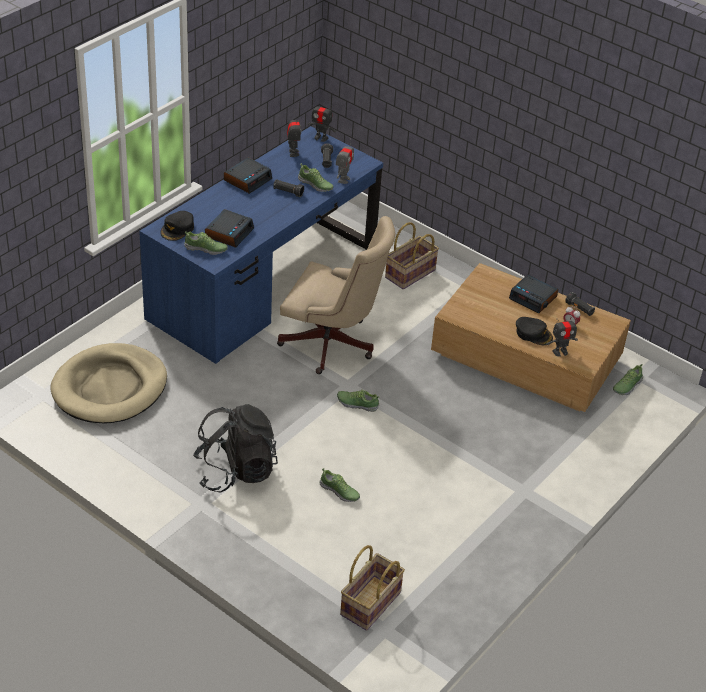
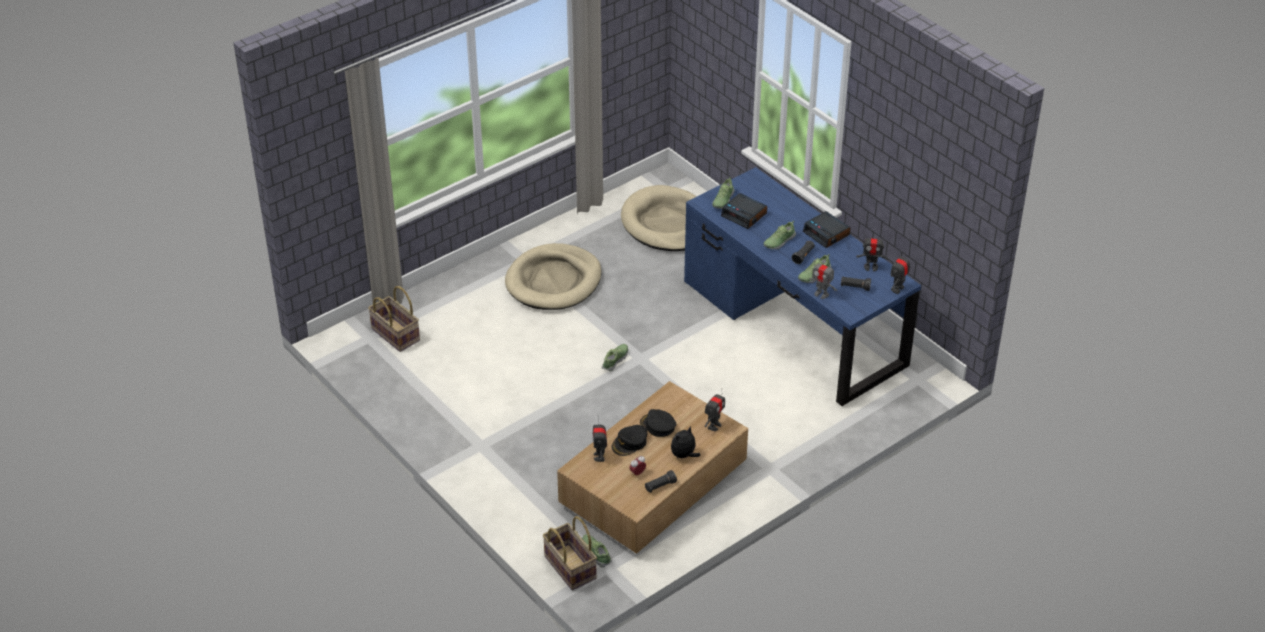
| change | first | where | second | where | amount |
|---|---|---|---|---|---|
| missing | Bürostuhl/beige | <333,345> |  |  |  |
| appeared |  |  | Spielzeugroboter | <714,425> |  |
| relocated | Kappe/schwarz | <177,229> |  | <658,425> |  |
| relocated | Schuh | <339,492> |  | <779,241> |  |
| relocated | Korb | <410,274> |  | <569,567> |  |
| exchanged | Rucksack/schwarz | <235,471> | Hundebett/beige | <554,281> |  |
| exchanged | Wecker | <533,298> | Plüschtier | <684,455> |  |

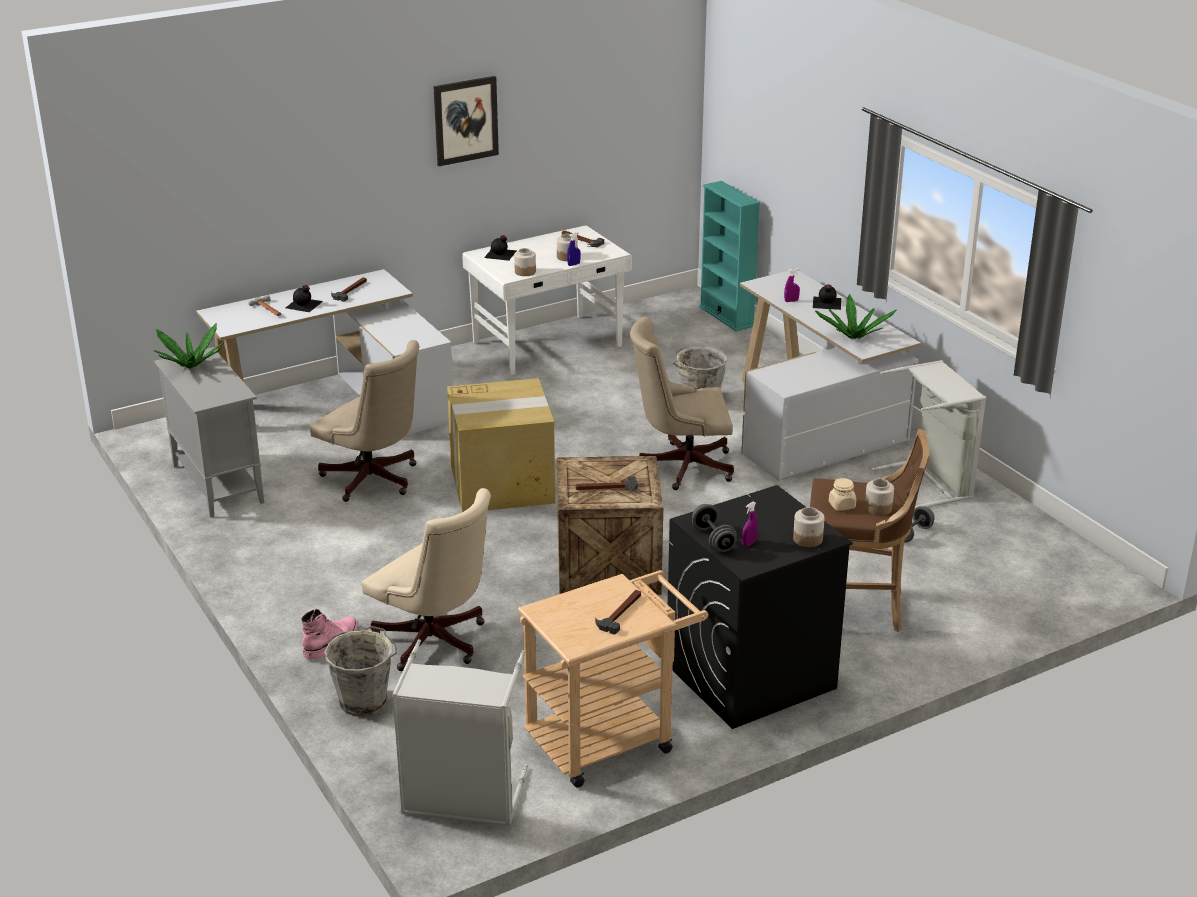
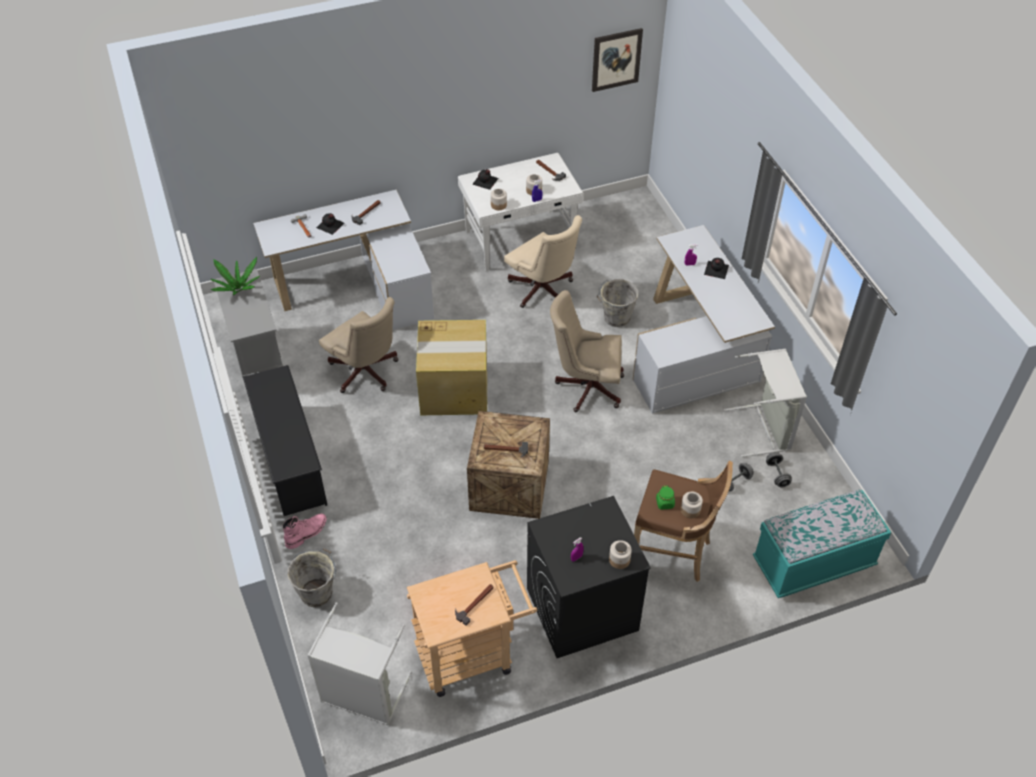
| change | first | where | second | where | amount |
|---|---|---|---|---|---|
| missing | Bücherregal/türkis | <726,316> |  |  |  |
| missing | Topfpflanze | <853,336> |  |  |  |
| appeared |  |  | Schuhregal/schwarz | <290,460> |  |
| appeared |  |  | Bank/türkis | <813,564> |  |
| relocated | Bürostuhl/beige | <435,644> |  | <543,291> |  |
| relocated | Bild | <465,120> |  | <616,59> |  |
| relocated | Hantel/grau | <713,539> |  | <777,474> |  |
| colour | Vorratsglas/beige | <842,505> | Vorratsglas/grün | <665,503> |  |

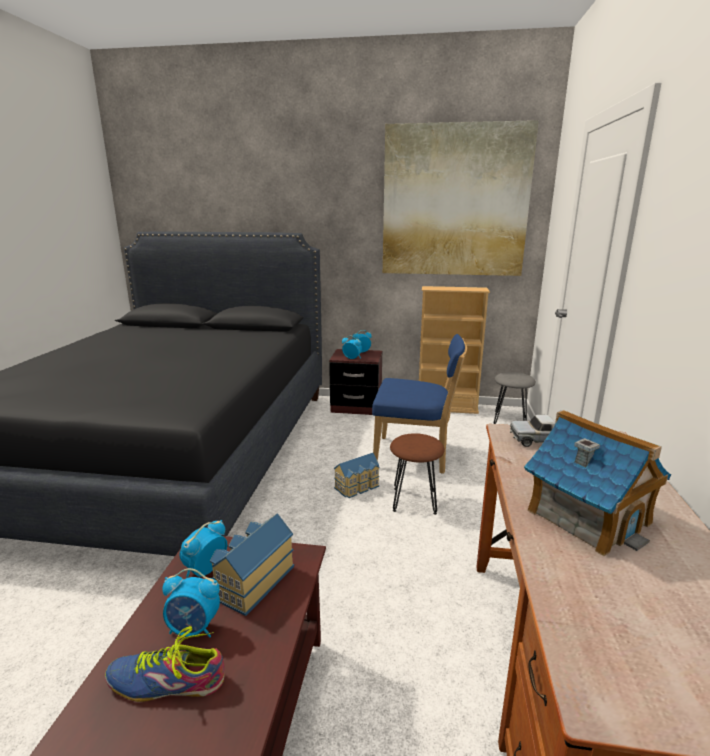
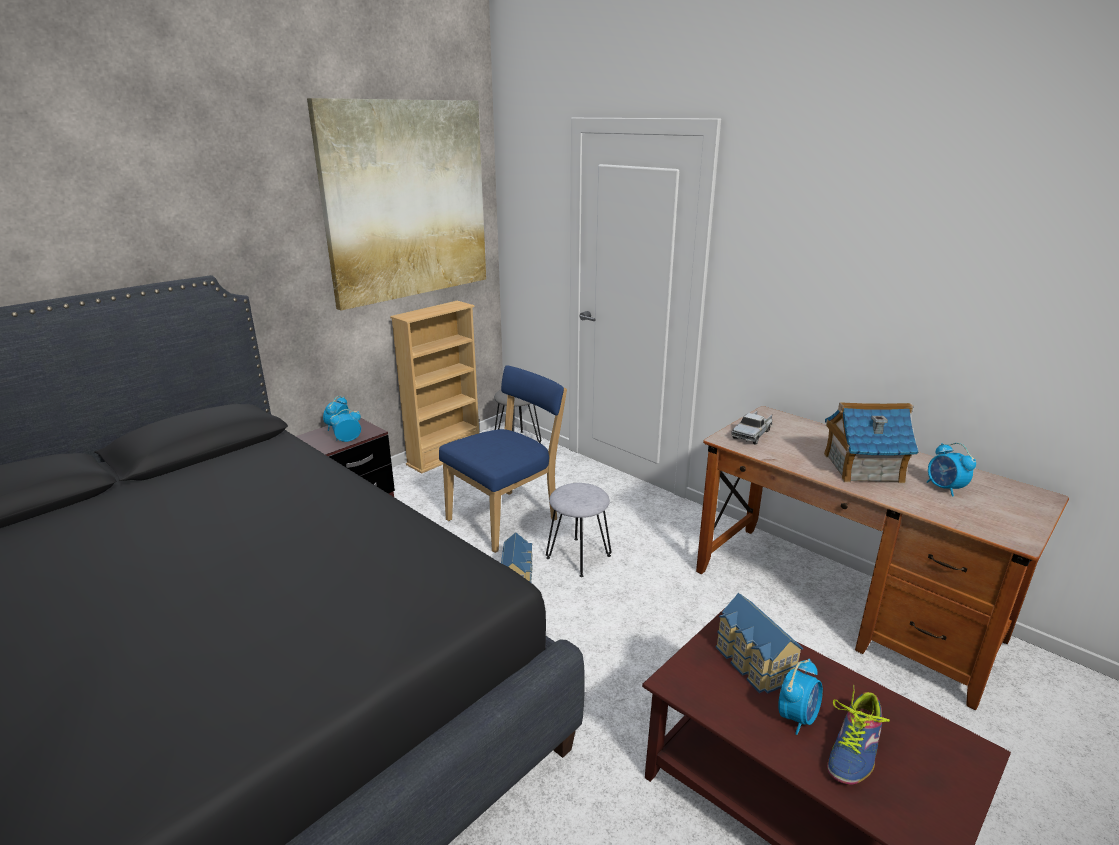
| change | first | where | second | where | amount |
|---|---|---|---|---|---|
| relocated | Wecker | <205,570> |  | <944,488> |  |
| colour | Hocker/braun | <415,500> | Hocker/grau | <579,556> |  |

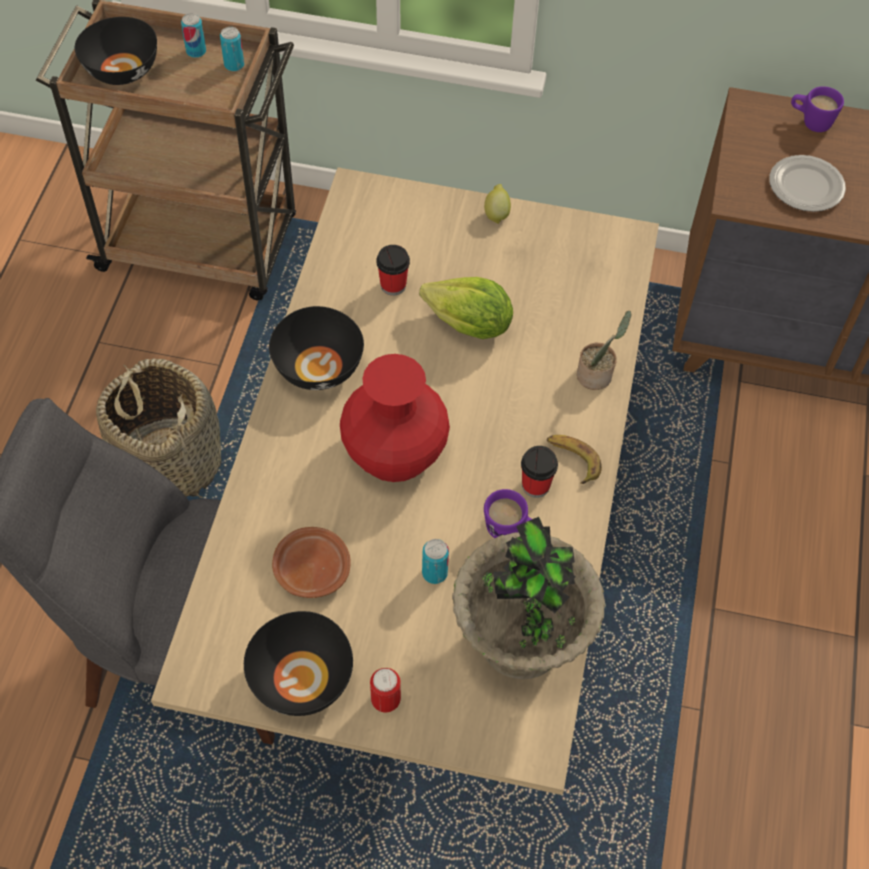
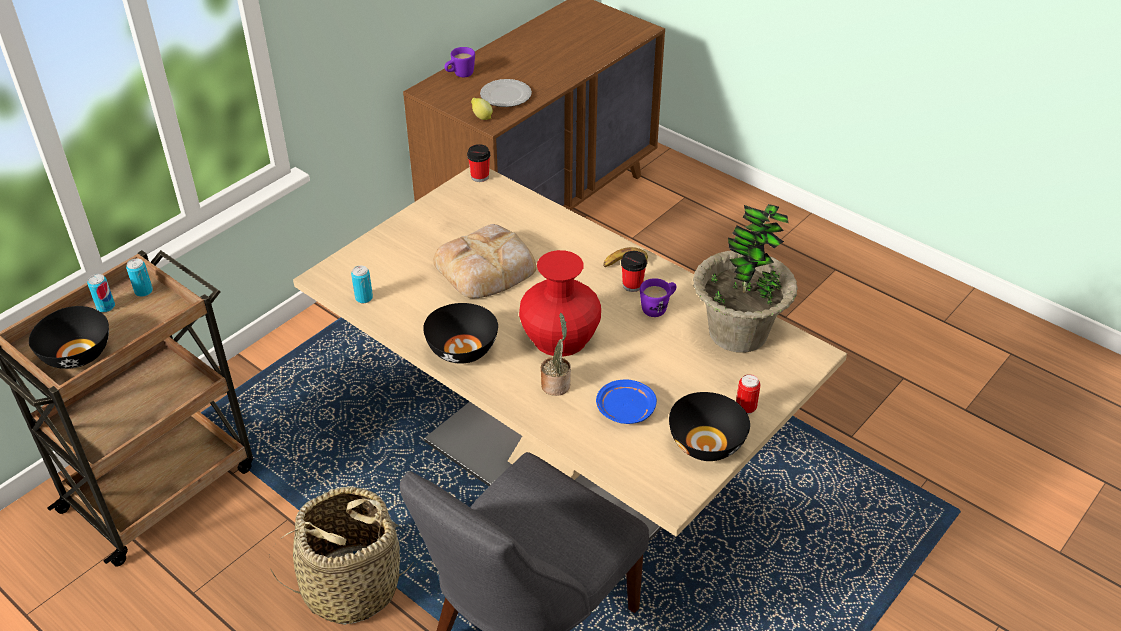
| change | first | where | second | where | amount |
|---|---|---|---|---|---|
| relocated | Tasse | <393,285> |  | <480,176> |  |
| relocated | Dose | <434,573> |  | <364,298> |  |
| relocated | Zitrone | <496,214> |  | <481,117> |  |
| relocated | Topfpflanze | <597,375> |  | <556,383> |  |
| exchanged | Salatkopf | <469,325> | Brot | <487,268> |  |
| colour | Teller/braun | <311,568> | Teller/blau | <625,409> |  |

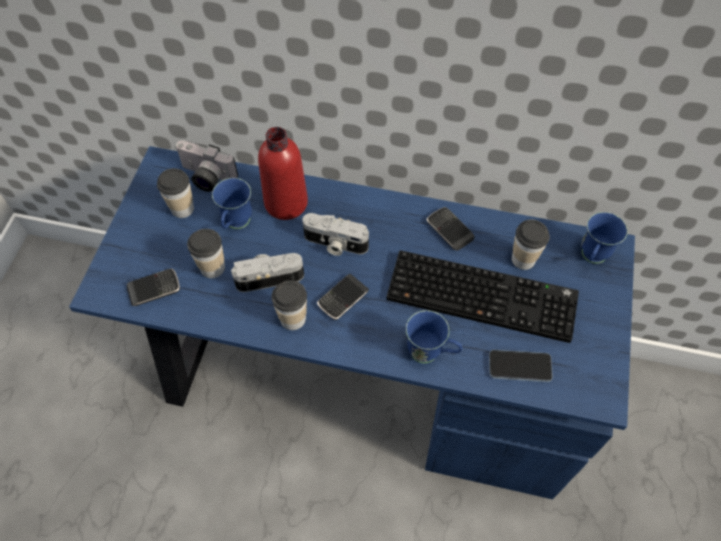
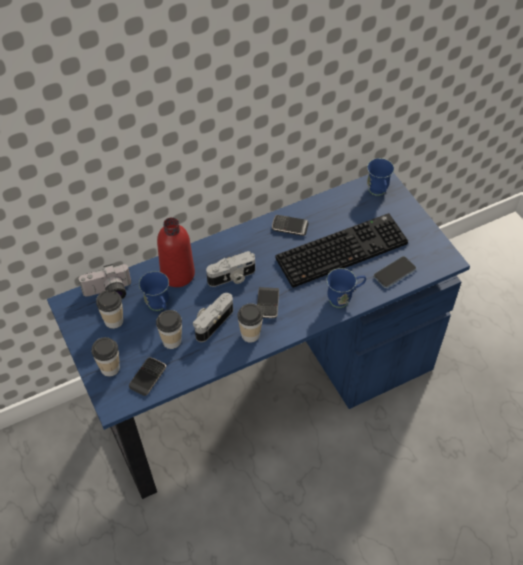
| change | first | where | second | where | amount |
|---|---|---|---|---|---|
| relocated | Tasse | <523,259> |  | <110,368> |  |

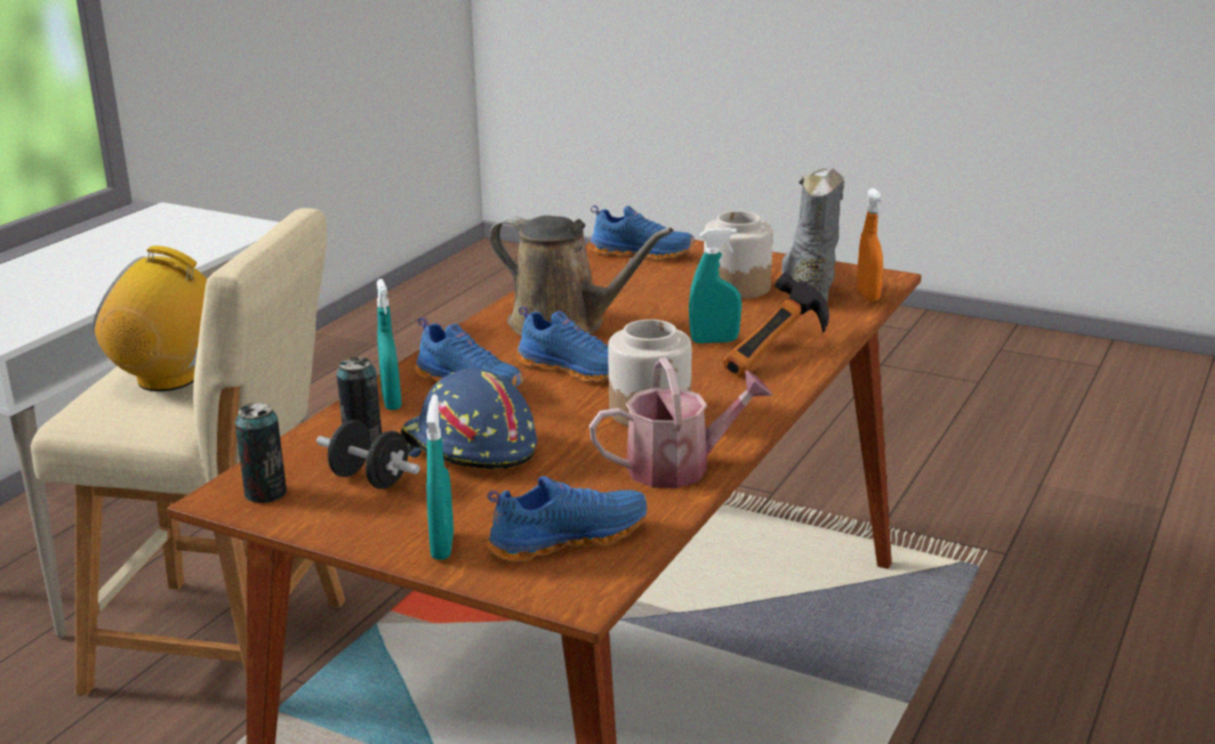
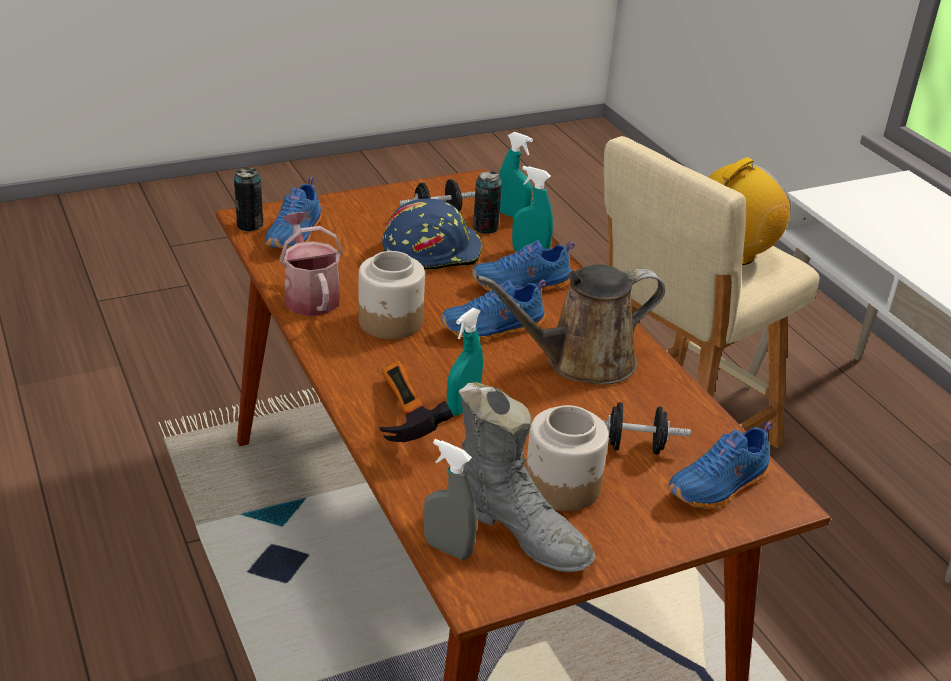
| change | first | where | second | where | amount |
|---|---|---|---|---|---|
| appeared |  |  | Hantel/schwarz | <634,447> |  |
| relocated | Dose | <265,493> |  | <250,225> |  |
| relocated | Sprühflasche/türkis | <442,546> |  | <512,215> |  |
| colour | Sprühflasche/orange | <868,295> | Sprühflasche/grau | <447,549> |  |
| spun | Gießkanne | <679,467> |  | <309,295> | 135 degrees clockwise |

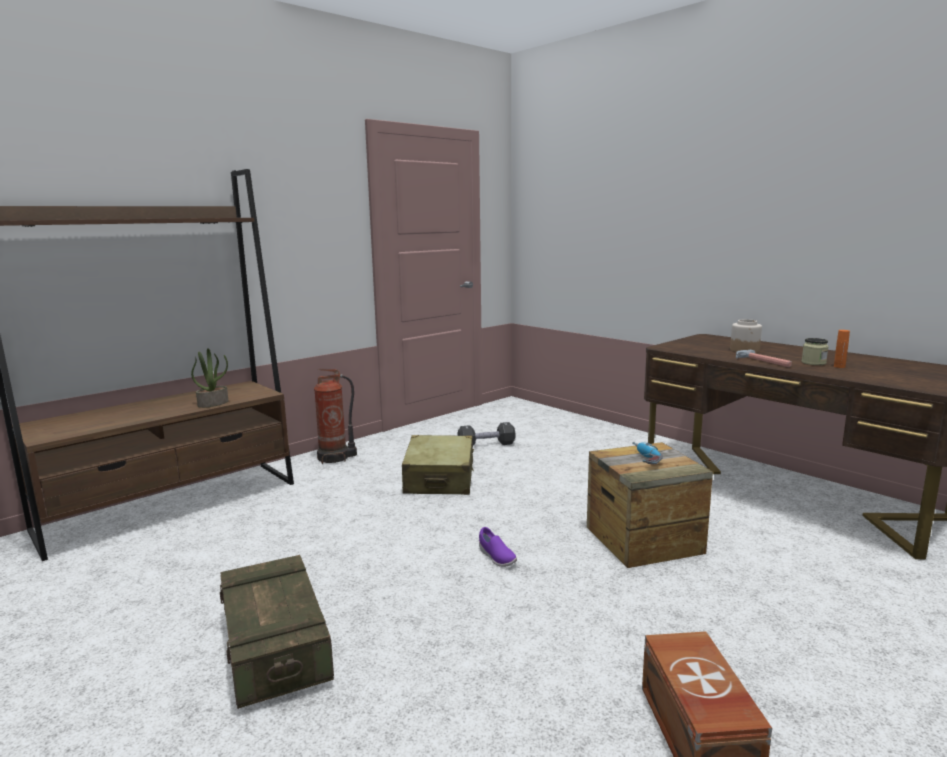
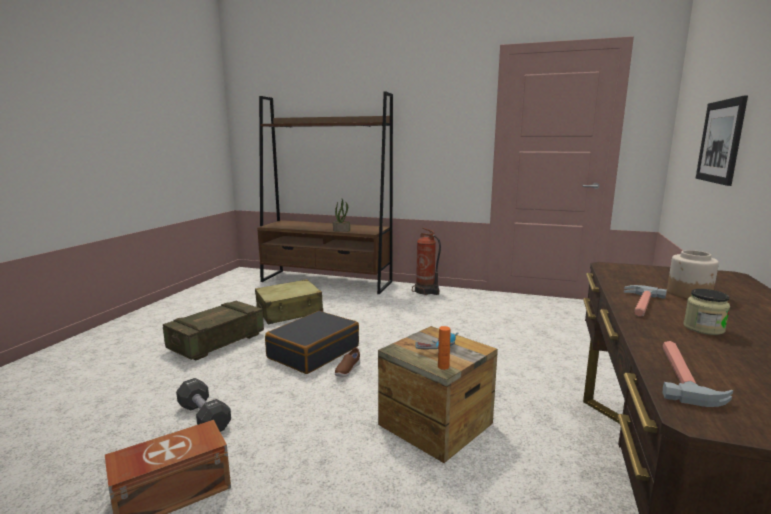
| change | first | where | second | where | amount |
|---|---|---|---|---|---|
| appeared |  |  | Koffer/schwarz | <313,352> |  |
| appeared |  |  | Hammer | <685,376> |  |
| appeared |  |  | Bild | <720,141> |  |
| relocated | Koffer/beige | <439,478> |  | <289,311> |  |
| relocated | Hantel/schwarz | <486,445> |  | <204,417> |  |
| relocated | Flasche/orange | <839,366> |  | <443,366> |  |
| colour | Schuh/lila | <496,558> | Schuh/braun | <347,370> |  |

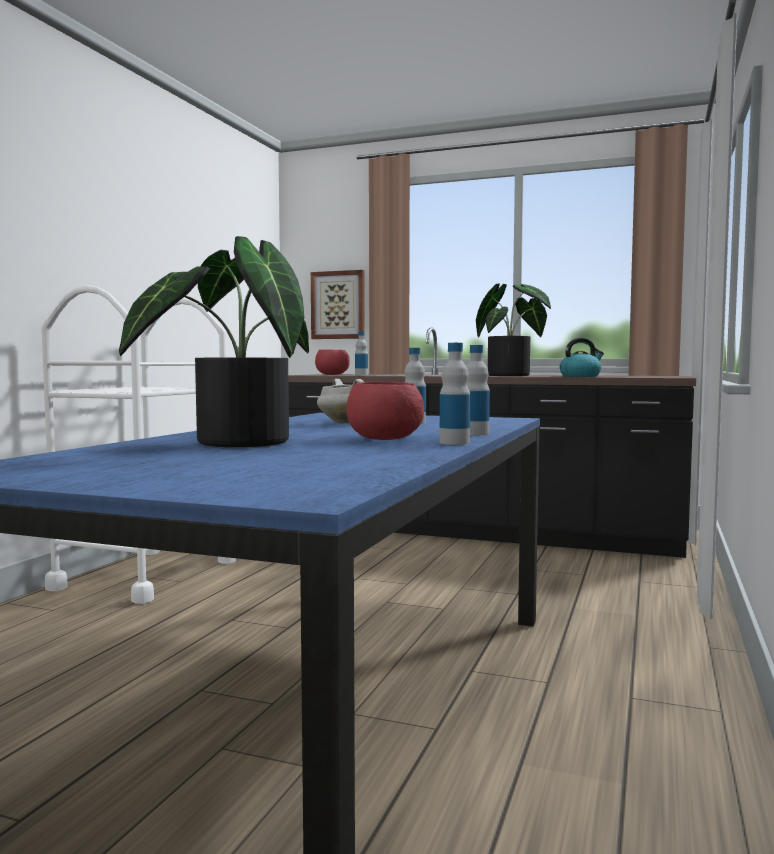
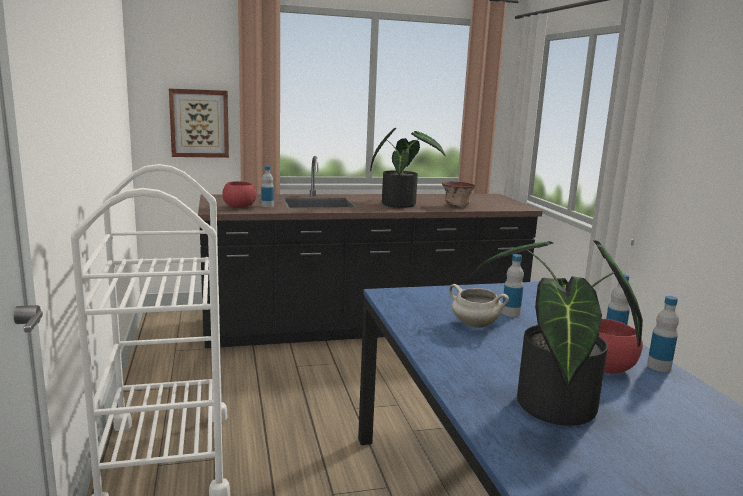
| change | first | where | second | where | amount |
|---|---|---|---|---|---|
| exchanged | Wasserkessel | <580,376> | Schüssel | <456,206> |  |

